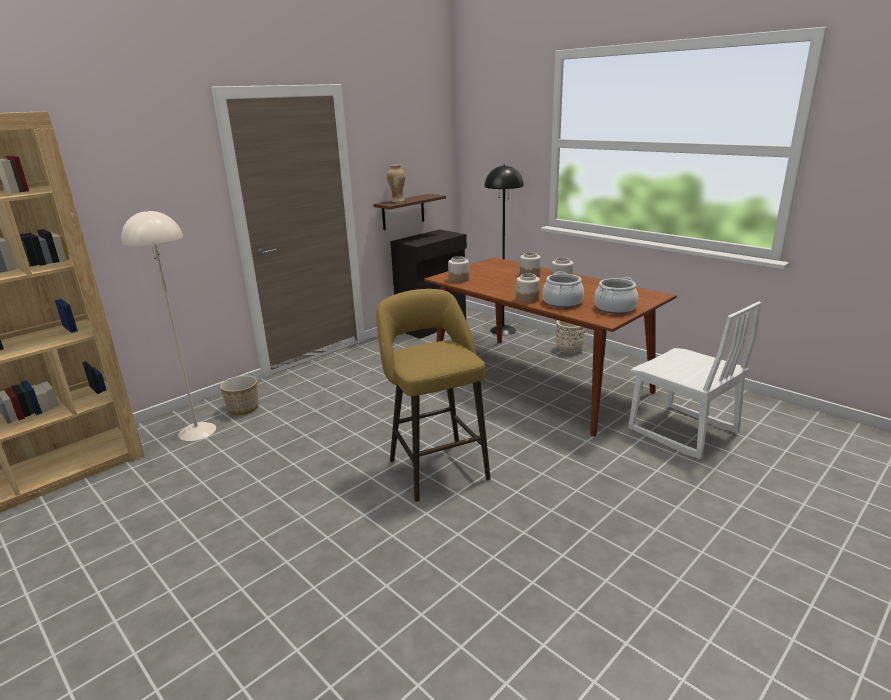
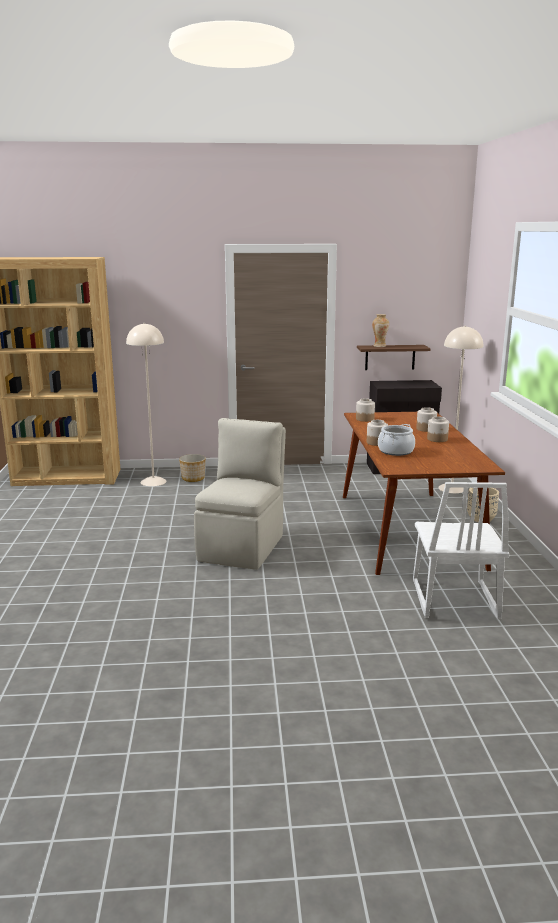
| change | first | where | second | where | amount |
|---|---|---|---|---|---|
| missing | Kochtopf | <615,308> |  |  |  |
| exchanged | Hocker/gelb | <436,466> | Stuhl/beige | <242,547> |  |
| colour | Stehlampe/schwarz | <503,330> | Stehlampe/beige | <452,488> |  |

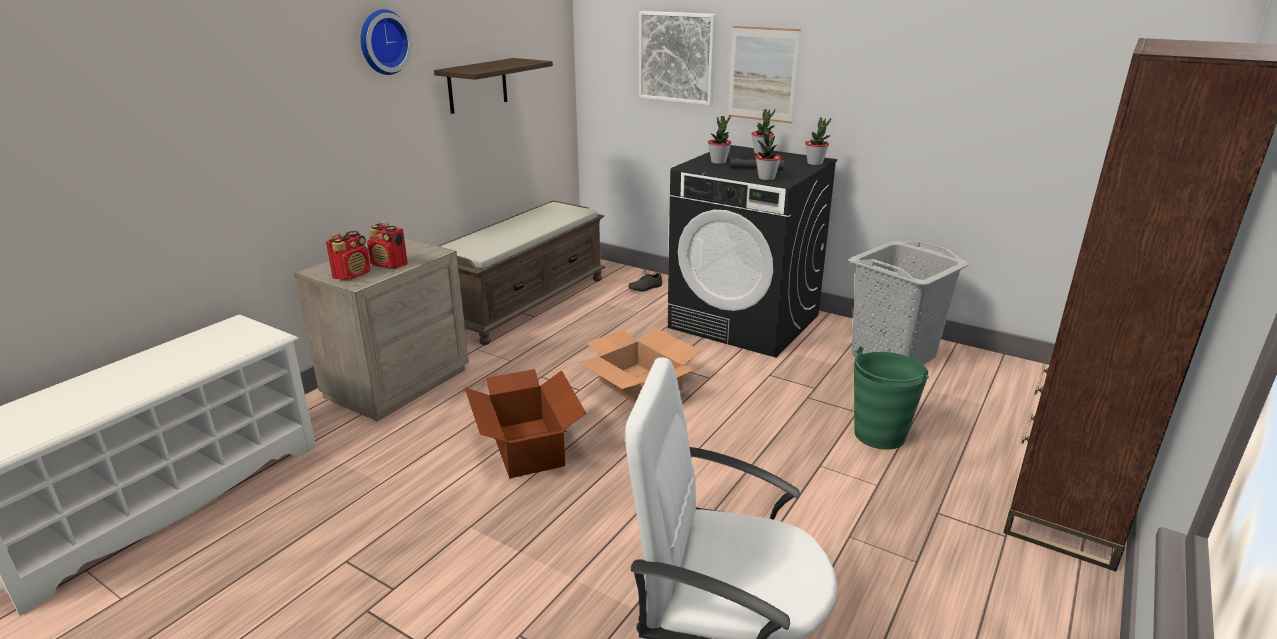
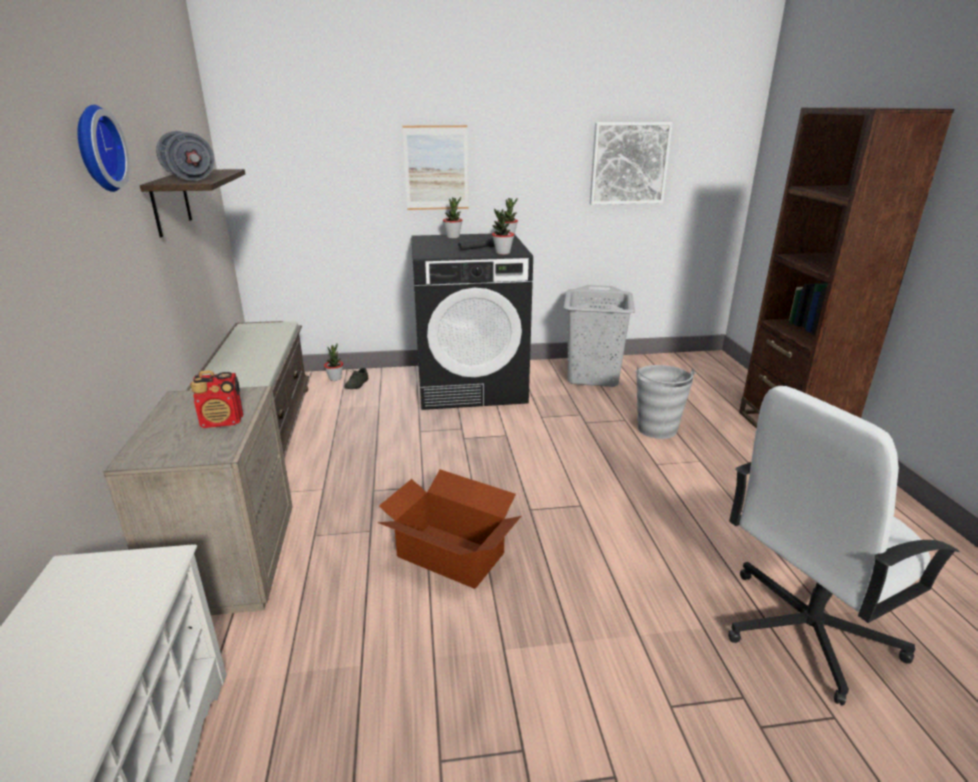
| change | first | where | second | where | amount |
|---|---|---|---|---|---|
| missing | Radio | <352,275> |  |  |  |
| missing | Karton | <640,385> |  |  |  |
| appeared |  |  | Hantel/grau | <190,178> |  |
| relocated | Bild | <677,57> |  | <629,163> |  |
| relocated | Topfpflanze | <718,162> |  | <335,378> |  |
| colour | Eimer/grün | <879,435> | Eimer/grau | <657,429> |  |

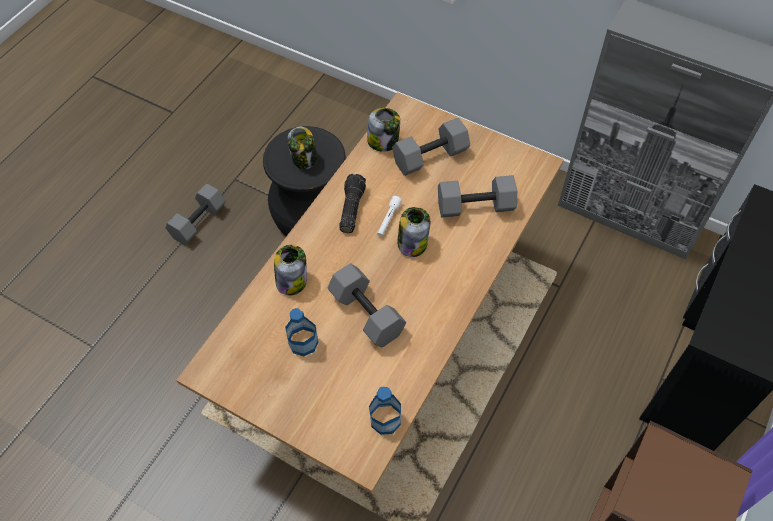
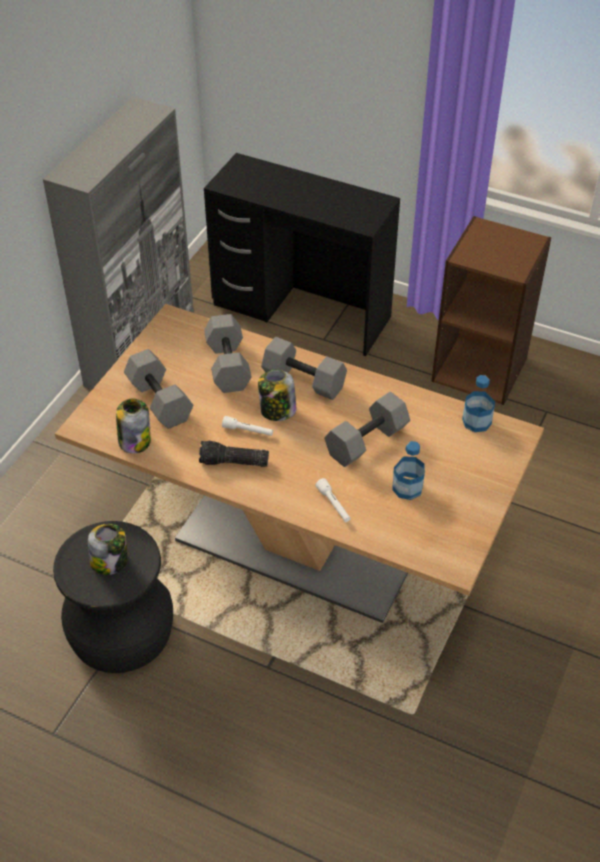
| change | first | where | second | where | amount |
|---|---|---|---|---|---|
| relocated | Hantel/grau | <198,221> |  | <302,381> |  |
| exchanged | Vorratsglas | <292,280> | Taschenlampe/weiß | <333,505> |  |

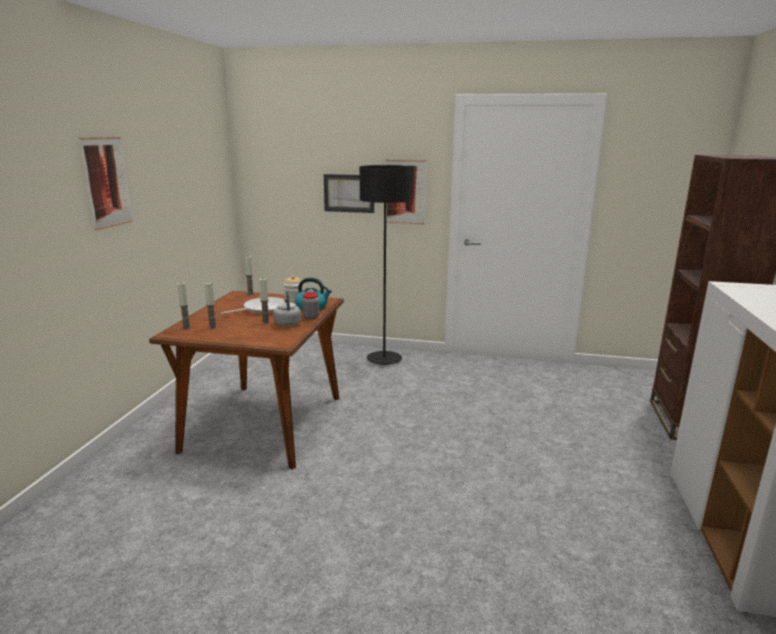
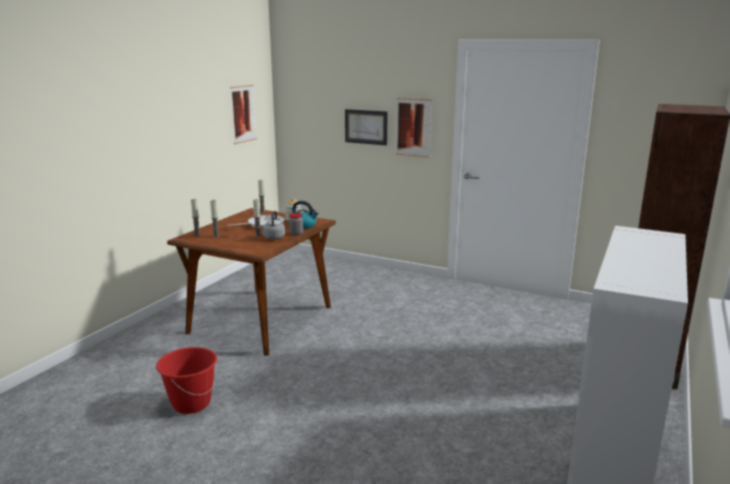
| change | first | where | second | where | amount |
|---|---|---|---|---|---|
| missing | Stehlampe/schwarz | <384,359> |  |  |  |
| appeared |  |  | Eimer/rot | <191,403> |  |
| relocated | Bild | <107,182> |  | <243,114> |  |

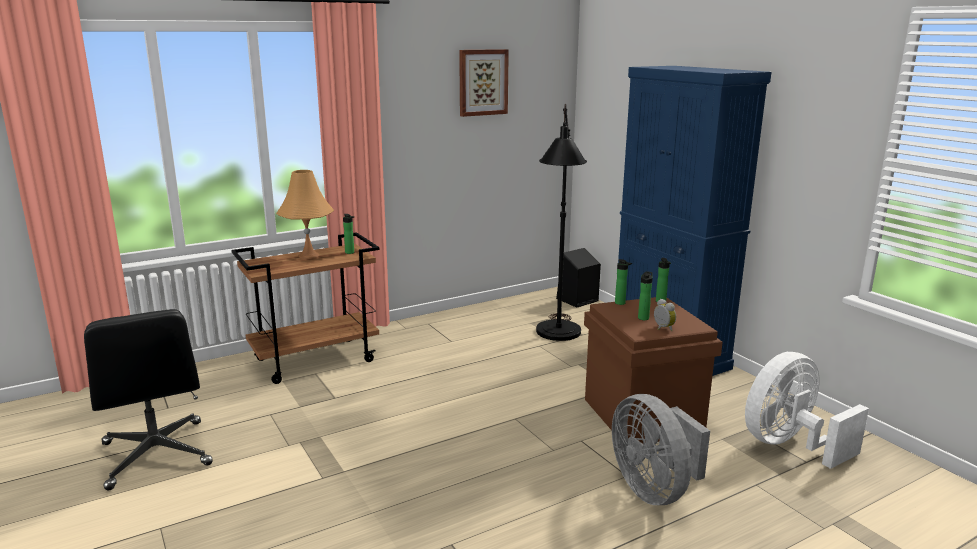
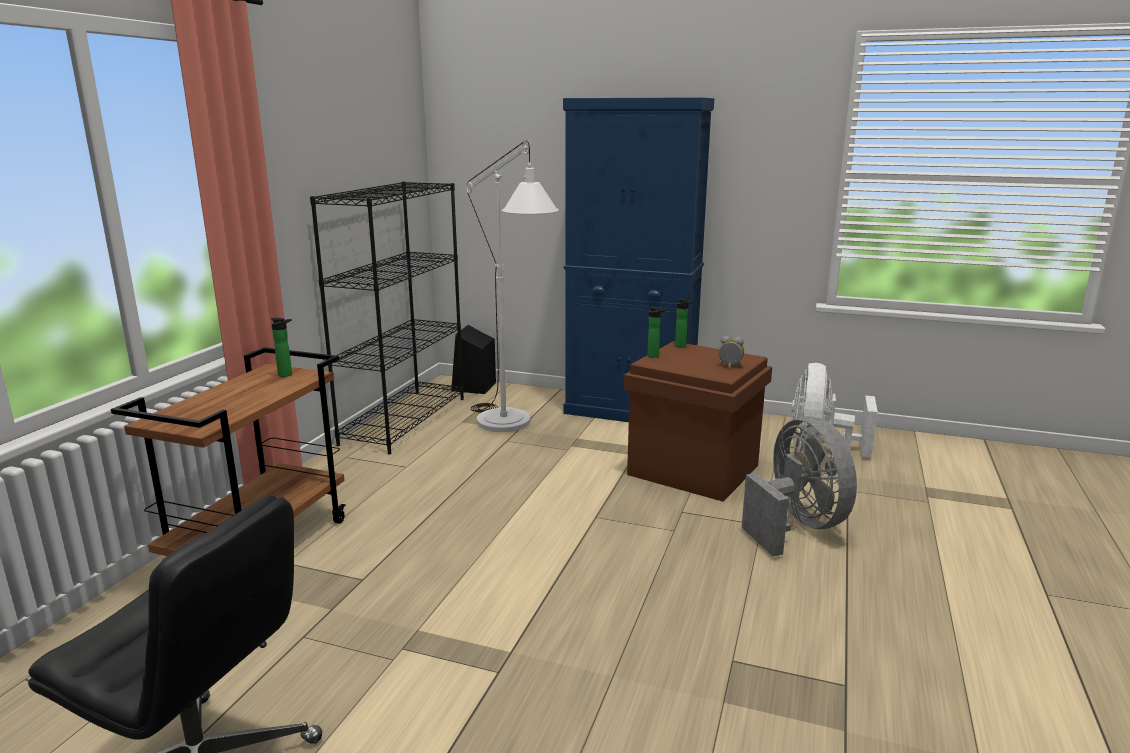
| change | first | where | second | where | amount |
|---|---|---|---|---|---|
| missing | Tischlampe/orange | <309,255> |  |  |  |
| missing | Bild | <482,82> |  |  |  |
| missing | Flasche | <643,317> |  |  |  |
| appeared |  |  | Bücherregal/schwarz | <404,420> |  |
| colour | Stehlampe/schwarz | <557,337> | Stehlampe/weiß | <511,427> |  |
| spun | Ventilator/grau | <654,489> |  | <796,526> | 135 degrees counterclockwise |

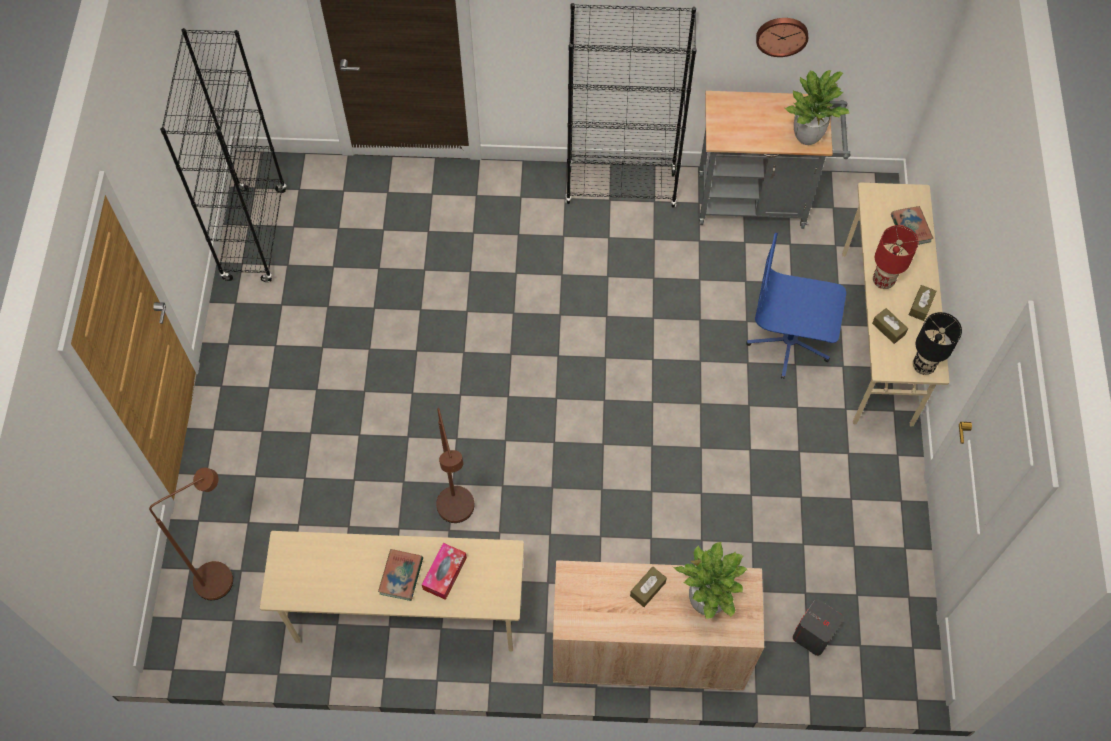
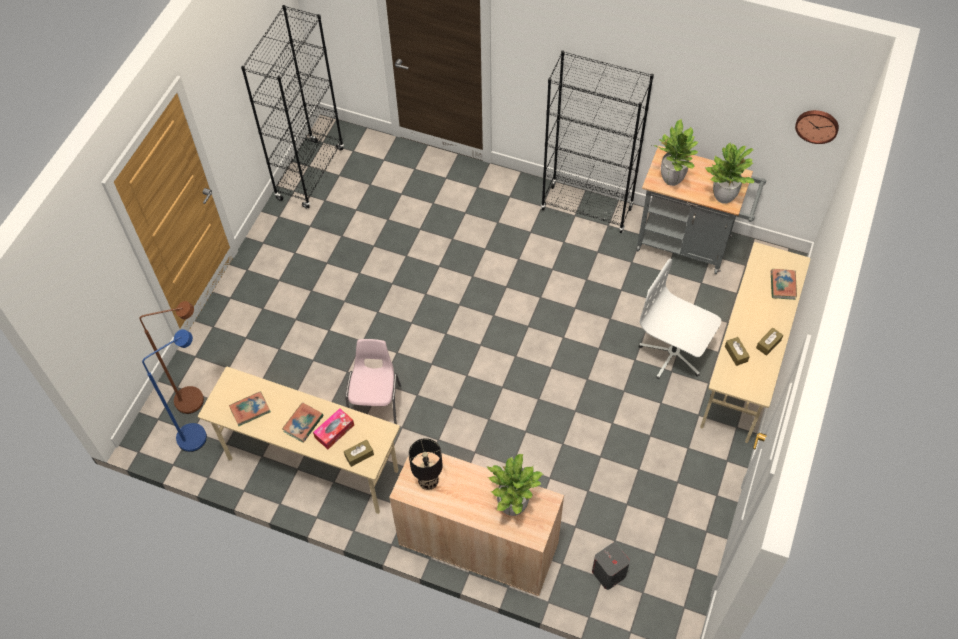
| change | first | where | second | where | amount |
|---|---|---|---|---|---|
| missing | Tischlampe/rot | <883,280> |  |  |  |
| appeared |  |  | Stehlampe/blau | <199,433> |  |
| appeared |  |  | Buch | <250,410> |  |
| appeared |  |  | Topfpflanze | <671,179> |  |
| relocated | Taschentuchbox/braun | <647,589> |  | <359,455> |  |
| relocated | Wanduhr | <782,35> |  | <817,125> |  |
| relocated | Tischlampe/schwarz | <923,366> |  | <428,482> |  |
| exchanged | Stehlampe/braun | <458,515> | Stuhl/rosa | <377,406> |  |
| colour | Bürostuhl/blau | <789,342> | Bürostuhl/weiß | <673,354> |  |

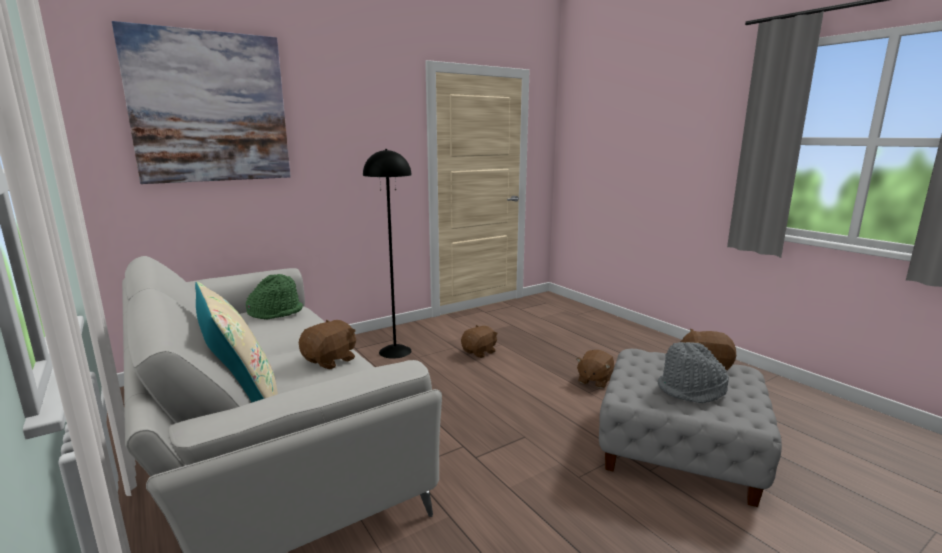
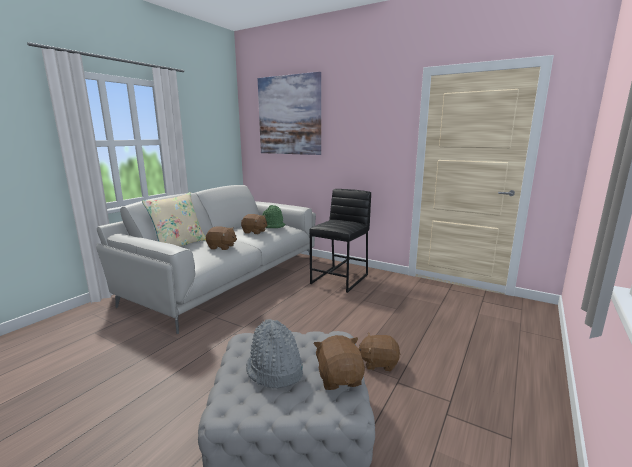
| change | first | where | second | where | amount |
|---|---|---|---|---|---|
| relocated | Plüschtier/braun | <479,352> |  | <254,232> |  |
| exchanged | Stehlampe/schwarz | <395,351> | Hocker/schwarz | <340,279> |  |

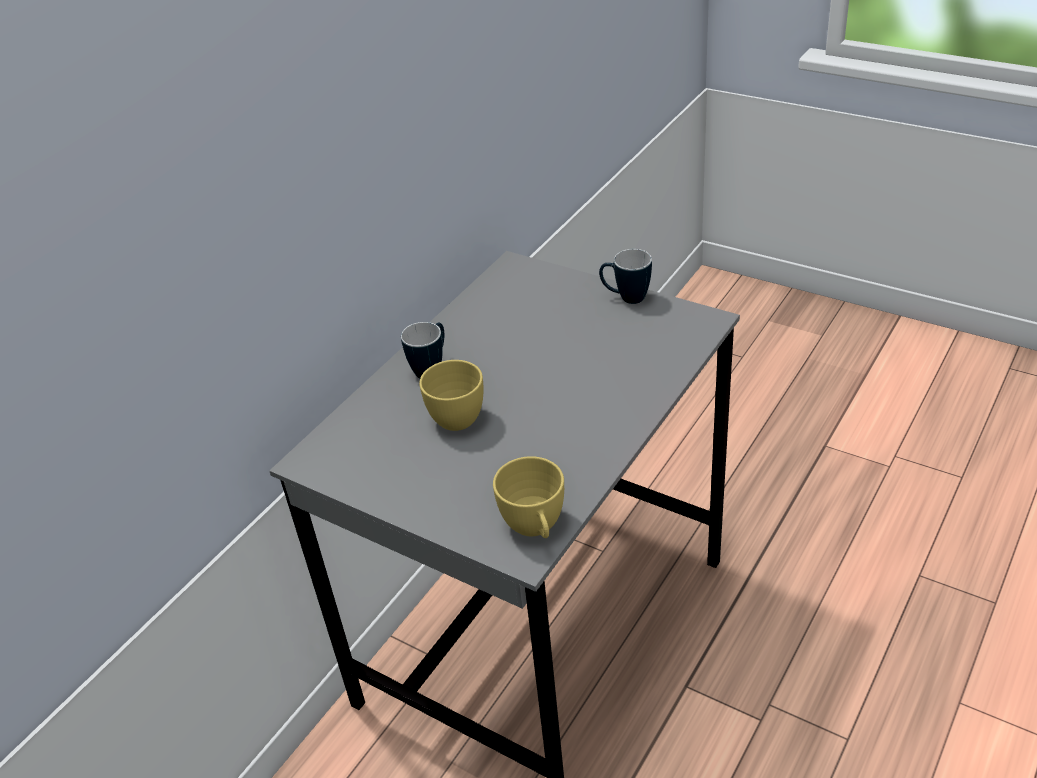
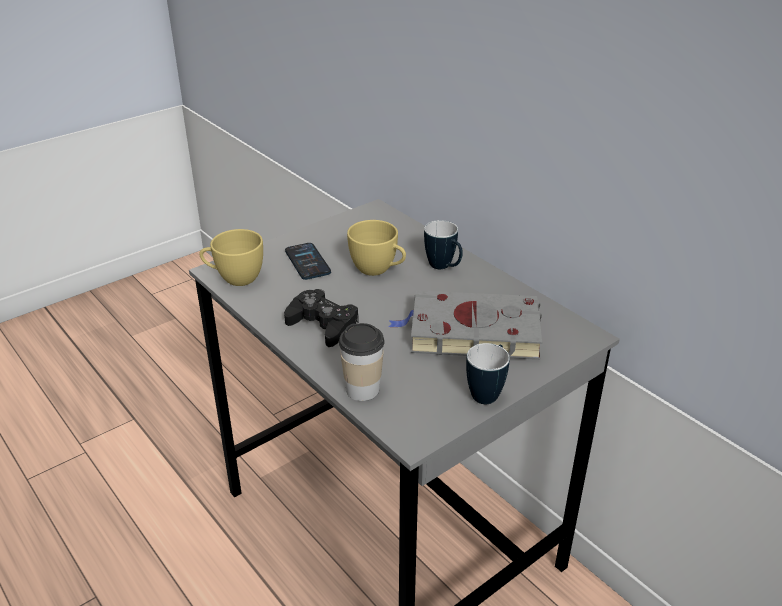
| change | first | where | second | where | amount |
|---|---|---|---|---|---|
| appeared |  |  | Gamepad/schwarz | <323,324> |  |
| appeared |  |  | Handy | <307,262> |  |
| appeared |  |  | Tasse | <362,390> |  |
| appeared |  |  | Buch/grau | <470,332> |  |

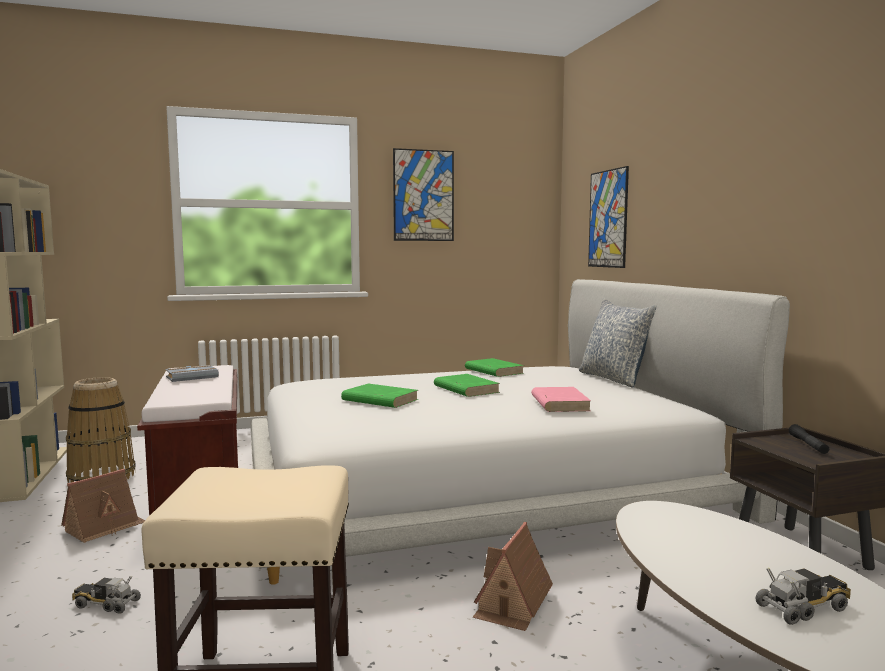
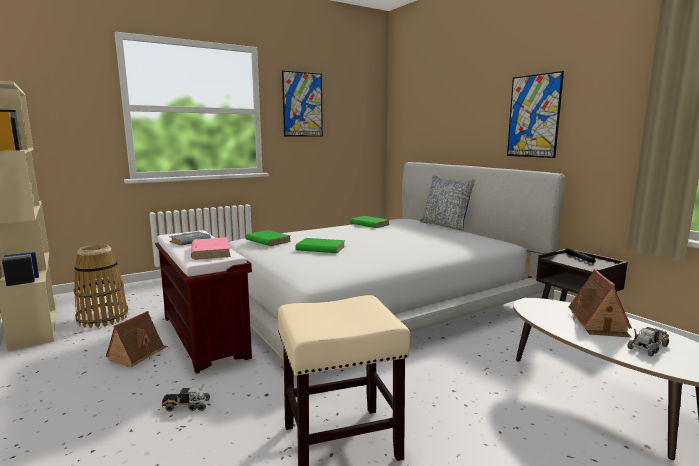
| change | first | where | second | where | amount |
|---|---|---|---|---|---|
| relocated | Buch/grün | <465,389> |  | <267,240> |  |
| relocated | Spielzeughaus | <512,603> |  | <599,323> |  |
| relocated | Buch/rosa | <559,403> |  | <210,251> |  |
| relocated | Bild | <608,219> |  | <533,116> |  |

